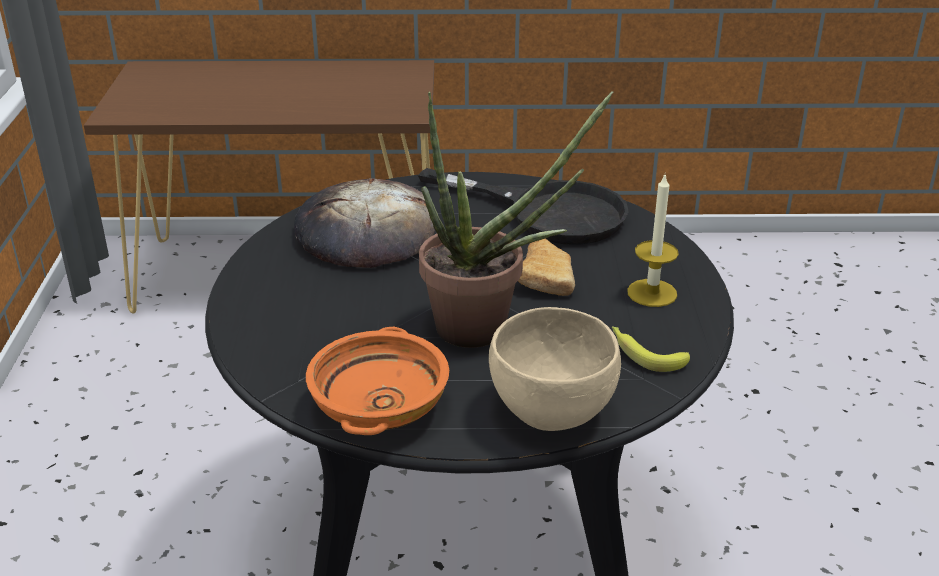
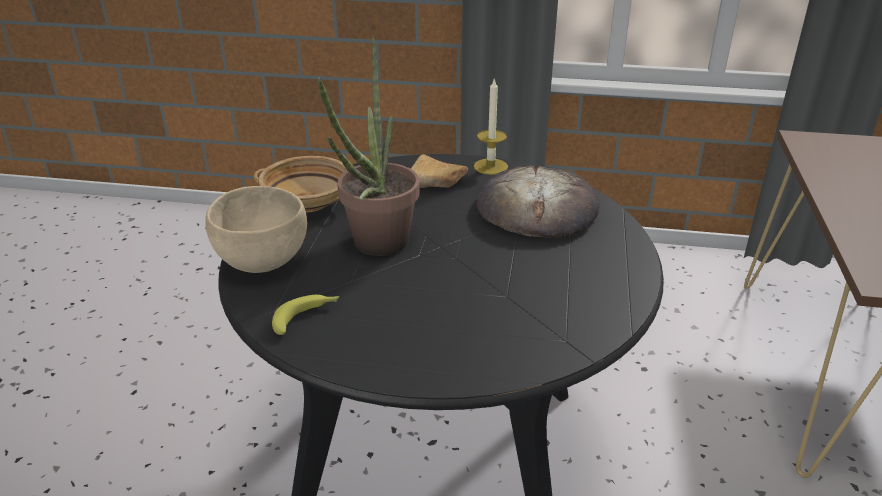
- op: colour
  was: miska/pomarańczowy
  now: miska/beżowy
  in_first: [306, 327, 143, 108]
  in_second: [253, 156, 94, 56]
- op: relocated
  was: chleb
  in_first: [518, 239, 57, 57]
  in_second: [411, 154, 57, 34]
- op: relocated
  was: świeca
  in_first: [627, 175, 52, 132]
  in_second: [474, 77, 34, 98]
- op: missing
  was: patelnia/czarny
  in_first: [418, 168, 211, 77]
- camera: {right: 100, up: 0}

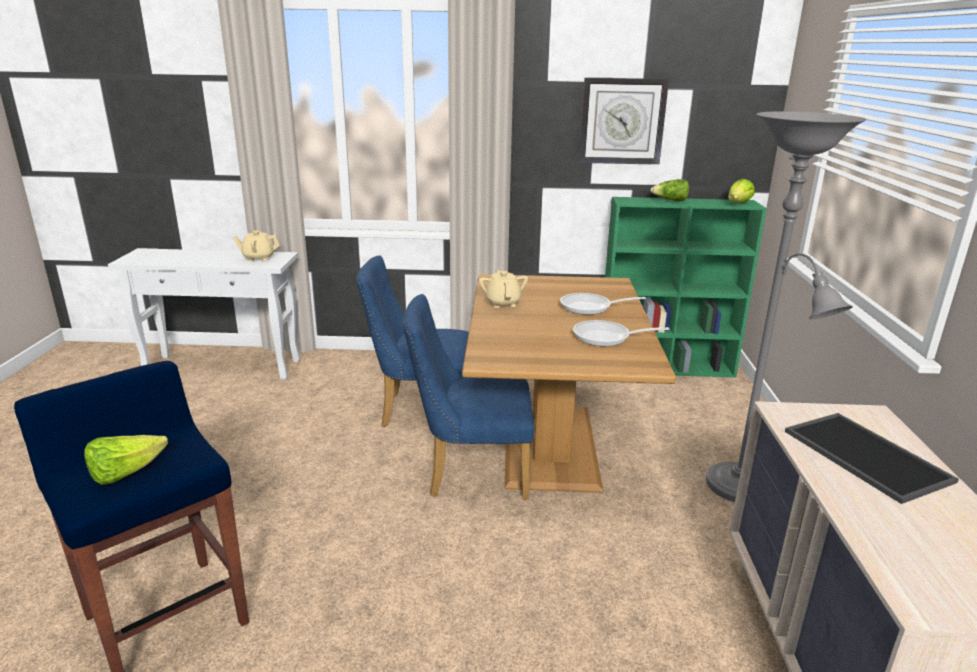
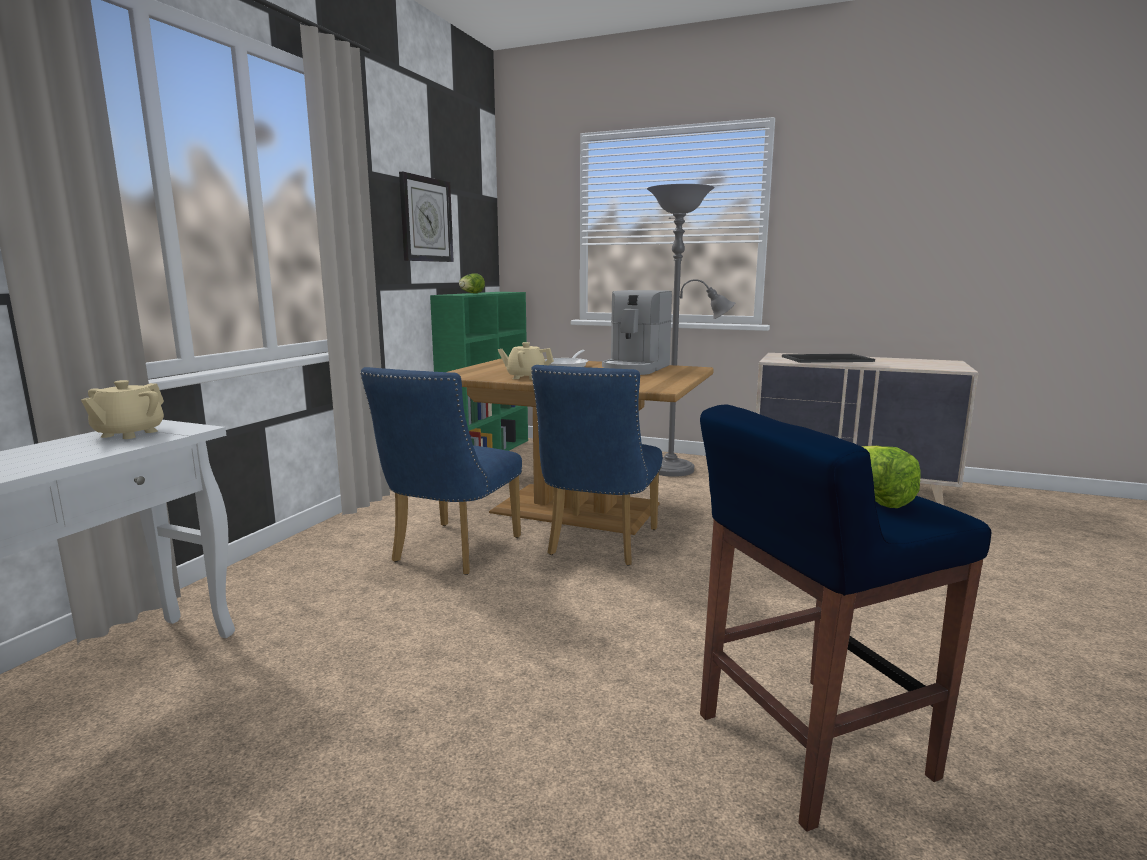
- op: exchanged
  was: patelnia
  now: ekspres do kawy
  in_first: [573, 320, 97, 26]
  in_second: [602, 290, 70, 85]
- op: missing
  was: sałata
  in_first: [728, 179, 27, 24]
- camera: {right: -70, up: -10}

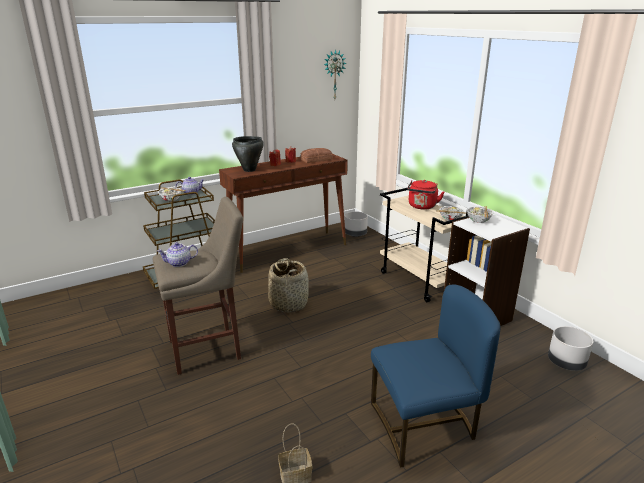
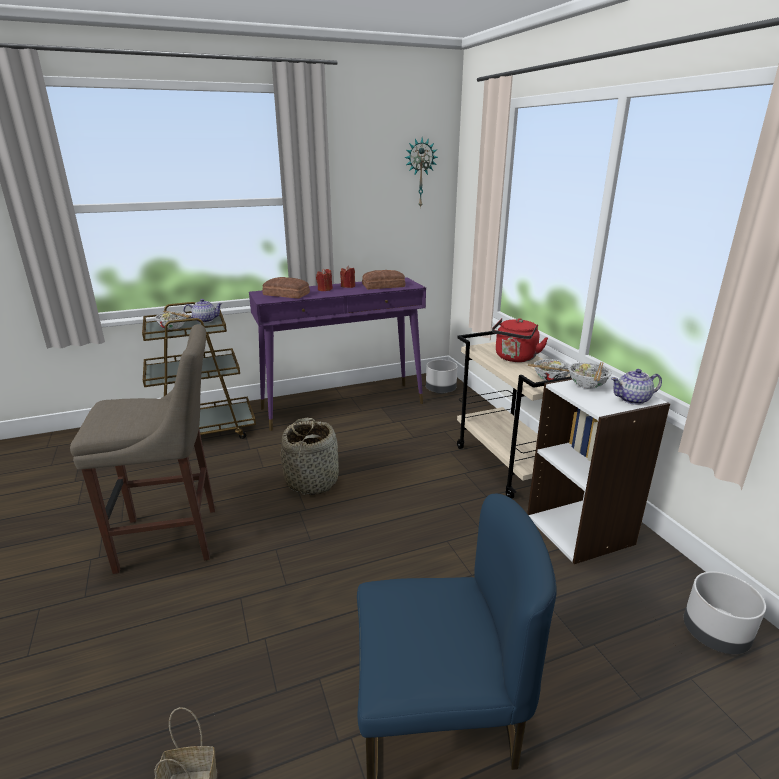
- op: colour
  was: stolik konsolowy/brązowy
  now: stolik konsolowy/fioletowy
  in_first: [219, 154, 129, 119]
  in_second: [249, 277, 177, 154]
- op: exchanged
  was: garnek/czarny
  now: chleb
  in_first: [232, 136, 32, 36]
  in_second: [262, 277, 48, 21]
- op: relocated
  was: imbryk
  in_first: [157, 242, 41, 25]
  in_second: [611, 369, 51, 36]
- camera: {right: 10, up: 0}

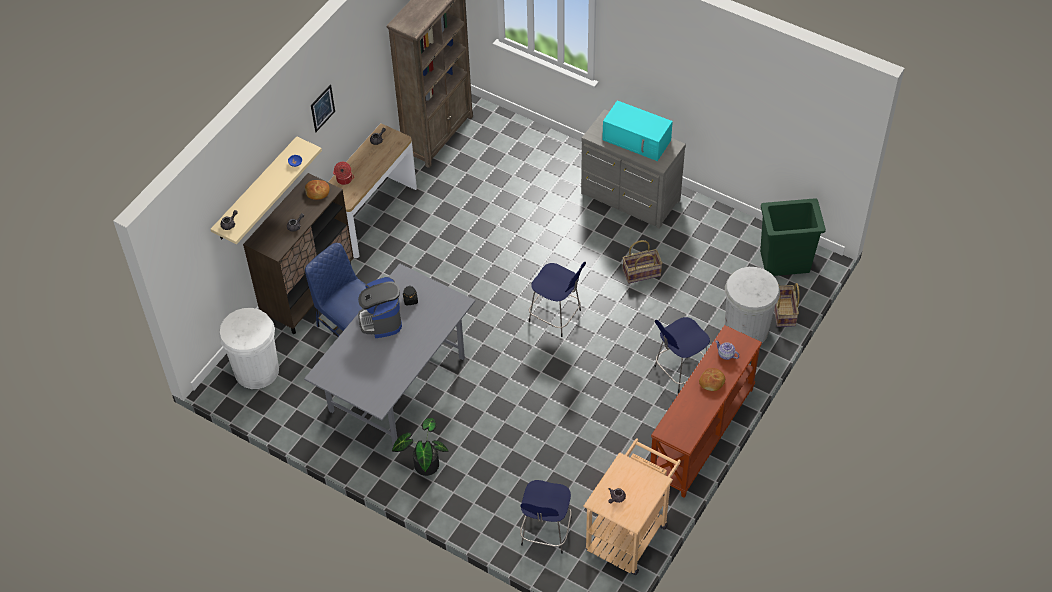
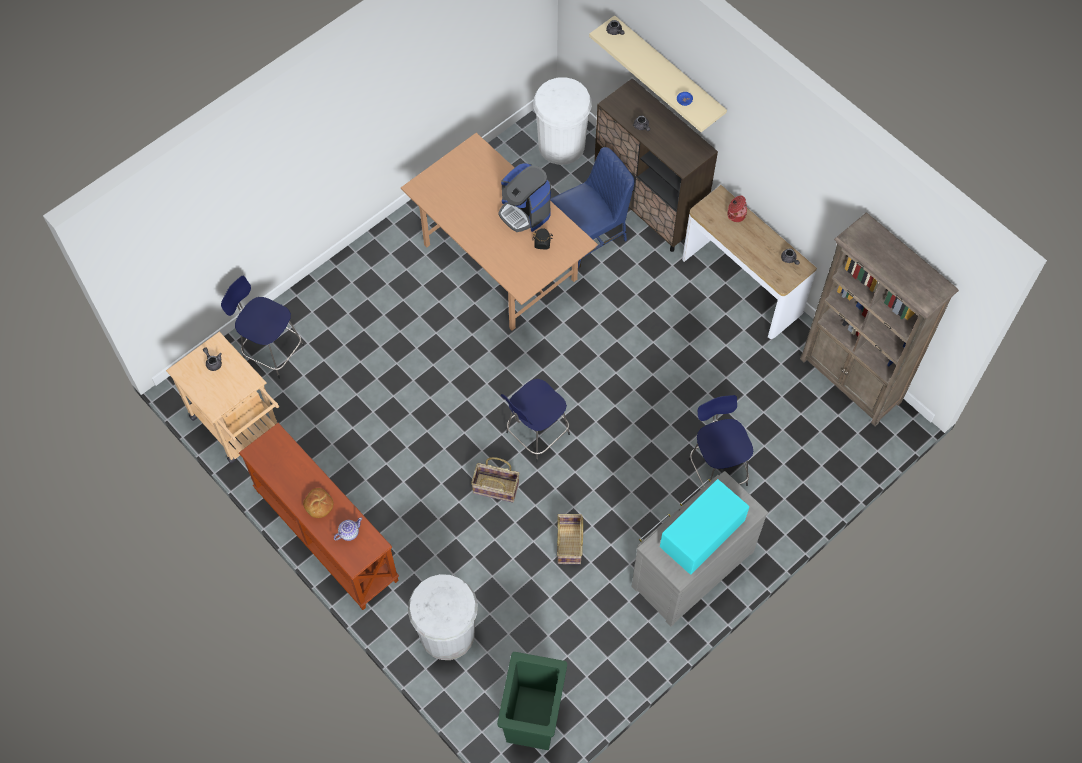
- op: colour
  was: stół jadalny/szary
  now: stół jadalny/brązowy
  in_first: [304, 263, 171, 183]
  in_second: [401, 133, 197, 198]
- op: relocated
  was: koszyk
  in_first: [774, 283, 26, 44]
  in_second: [471, 457, 49, 46]
- op: spun
  was: ekspres do kawy
  in_first: [358, 277, 44, 61]
  in_second: [498, 163, 53, 69]
  clockwise: -135
- op: relocated
  was: stołek/niebieski
  in_first: [654, 317, 56, 76]
  in_second: [688, 395, 65, 92]
- op: missing
  was: chleb
  in_first: [305, 180, 25, 20]
- op: missing
  was: obraz
  in_first: [311, 85, 24, 47]
- op: missing
  was: roślina doniczkowa
  in_first: [392, 418, 57, 58]
- camera: {right: 105, up: 10}

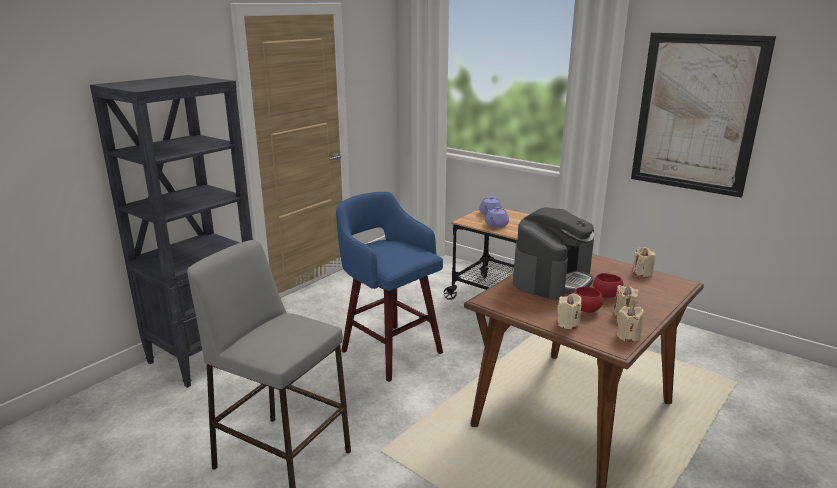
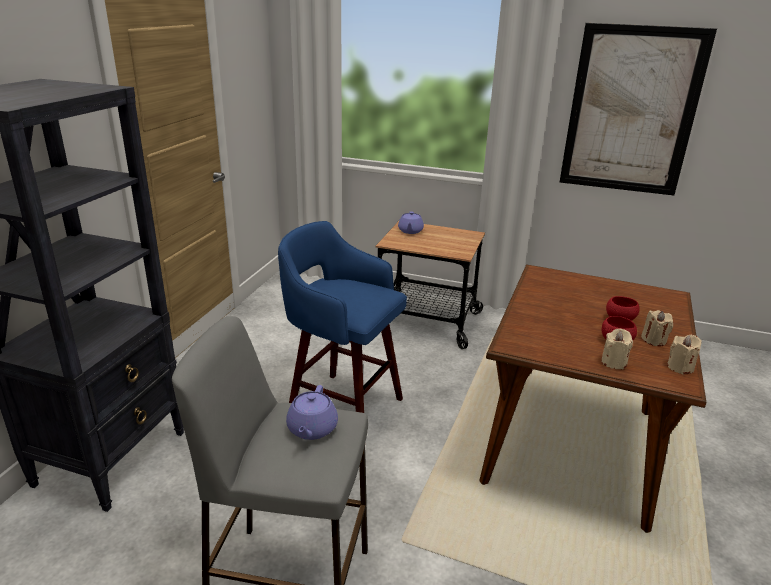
- op: relocated
  was: imbryk/fioletowy
  in_first: [485, 207, 24, 21]
  in_second: [286, 385, 52, 55]
- op: missing
  was: ekspres do kawy
  in_first: [513, 207, 81, 93]
- op: missing
  was: świeca/beżowy
  in_first: [633, 247, 22, 30]
- camera: {right: -20, up: 5}

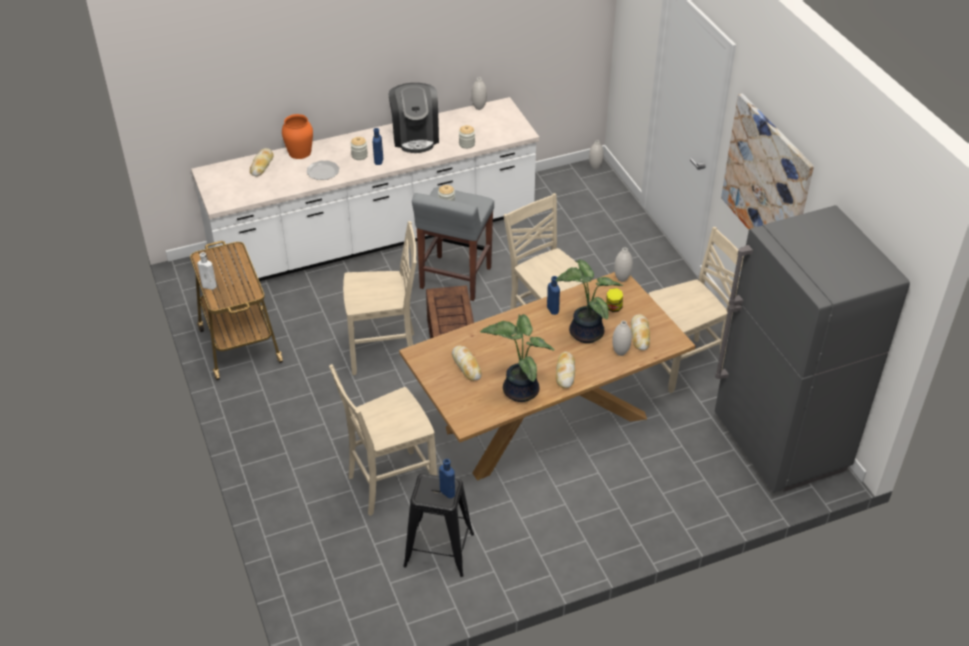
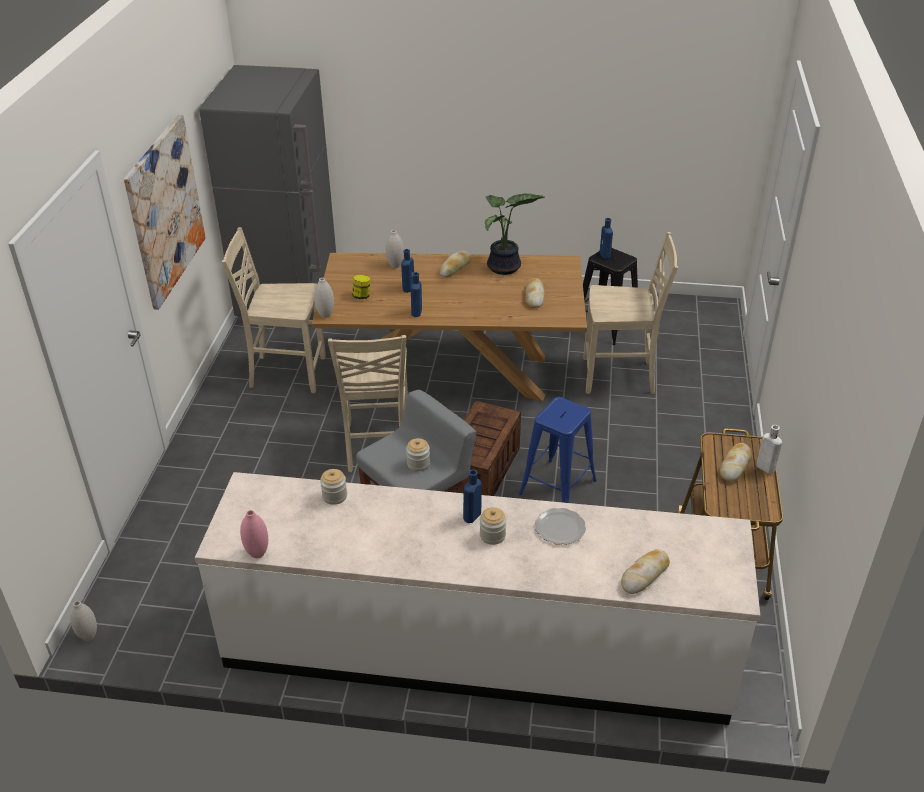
- op: colour
  was: wazon/biały
  now: wazon/różowy
  in_first: [471, 77, 16, 33]
  in_second: [240, 510, 28, 48]
- op: exchanged
  was: roślina doniczkowa
  now: butelka/niebieski
  in_first: [556, 260, 68, 83]
  in_second: [401, 249, 13, 44]
- op: exchanged
  was: krzesło/beżowy
  now: stołek/niebieski
  in_first: [343, 221, 74, 154]
  in_second: [519, 397, 78, 106]
- op: relocated
  was: chleb
  in_first: [631, 314, 19, 36]
  in_second: [720, 443, 32, 39]
- op: missing
  was: wazon/pomarańczowy
  in_first: [282, 114, 31, 45]
- op: missing
  was: ekspres do kawy
  in_first: [388, 83, 51, 70]
- camera: {right: -150, up: -5}

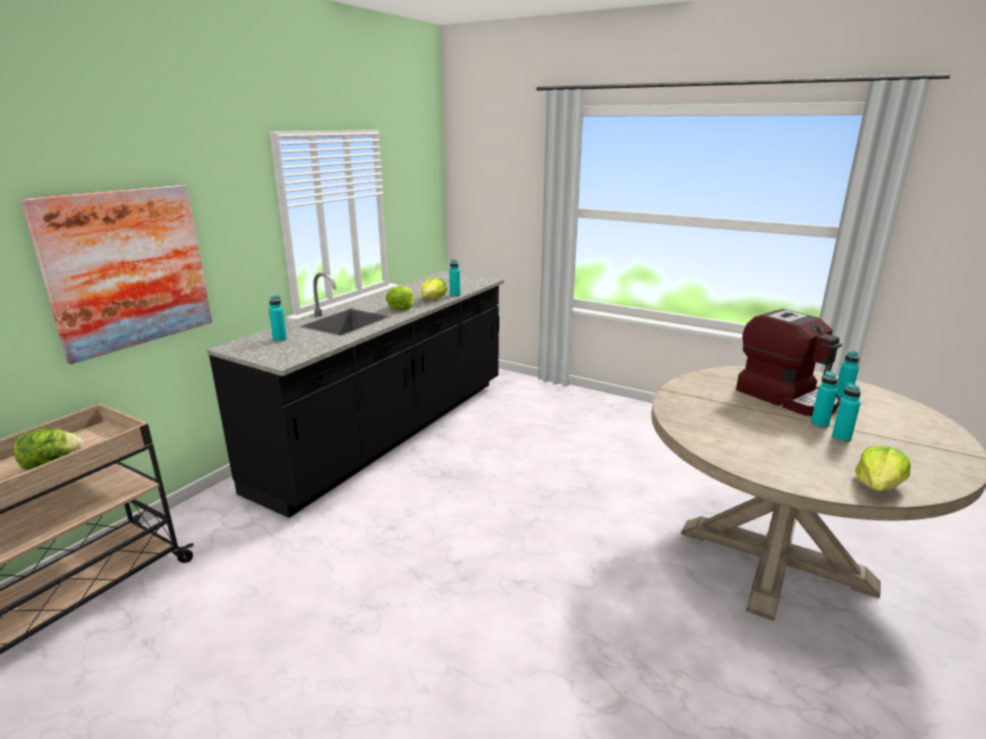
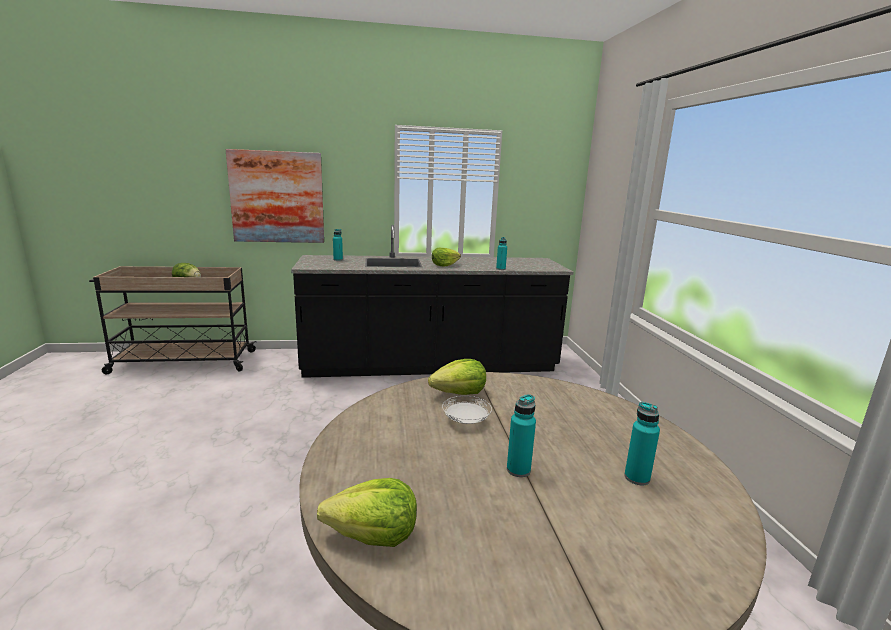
- op: relocated
  was: sałata
  in_first: [421, 277, 26, 22]
  in_second: [428, 359, 58, 36]
- op: appeared
  now: talerz/biały
  in_second: [442, 396, 50, 28]
- op: missing
  was: ekspres do kawy
  in_first: [736, 309, 106, 107]
- op: missing
  was: butelka/turkusowy
  in_first: [832, 383, 29, 59]
- camera: {right: 50, up: -5}

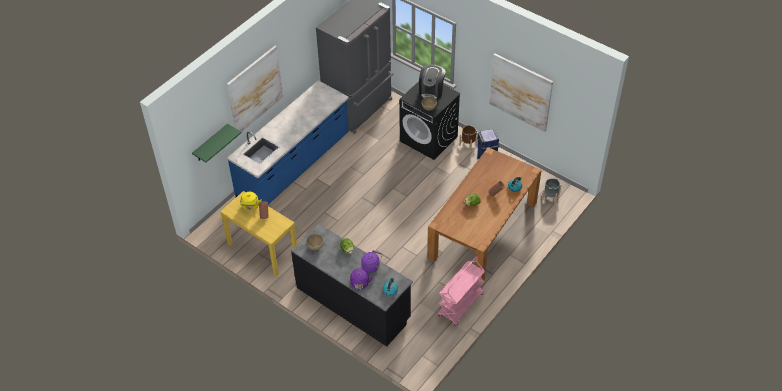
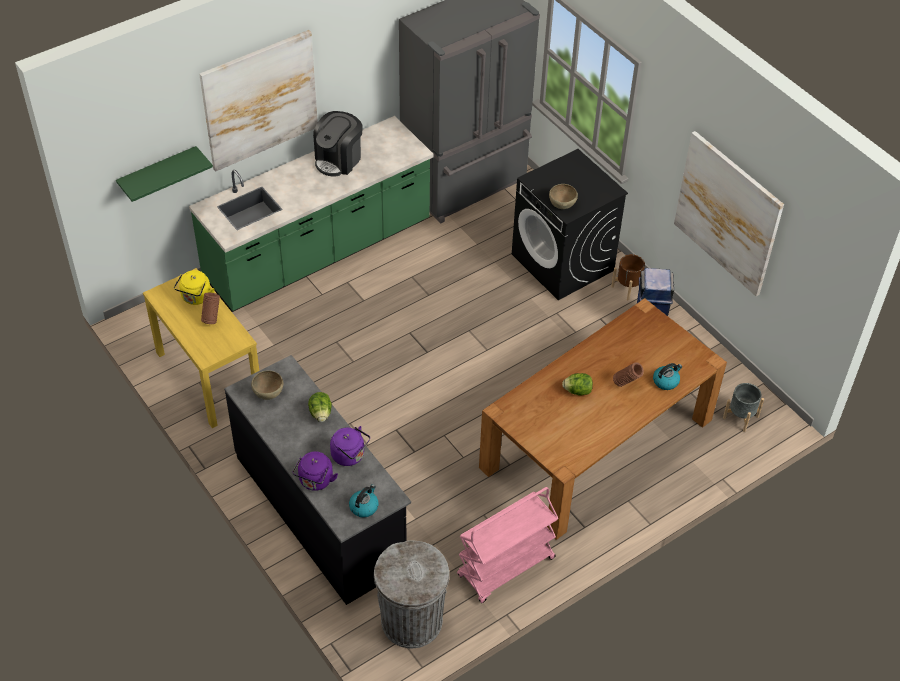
- op: colour
  was: zabudowa kuchenna/niebieski
  now: zabudowa kuchenna/zielony
  in_first: [227, 80, 122, 125]
  in_second: [189, 116, 244, 196]
- op: relocated
  was: ekspres do kawy
  in_first: [419, 65, 26, 35]
  in_second: [313, 111, 50, 66]
- op: appeared
  now: kosz na śmieci/szary
  in_second: [374, 540, 76, 108]
- camera: {right: 15, up: 0}

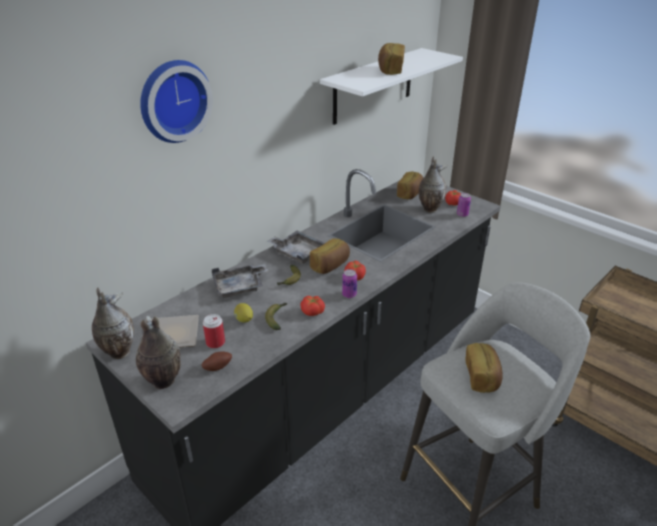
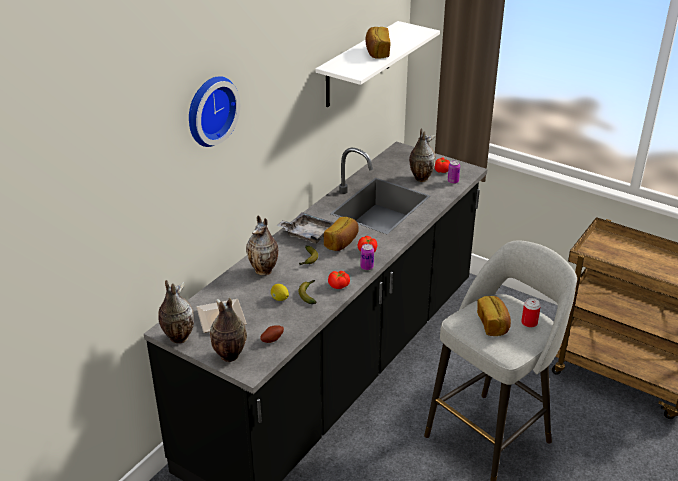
- op: exchanged
  was: taca/szary
  now: wazon
  in_first: [212, 264, 56, 34]
  in_second: [246, 215, 32, 60]
- op: relocated
  was: puszka
  in_first: [203, 314, 22, 35]
  in_second: [521, 298, 20, 30]
- op: missing
  was: chleb
  in_first: [397, 172, 26, 27]
- camera: {right: -10, up: 0}

